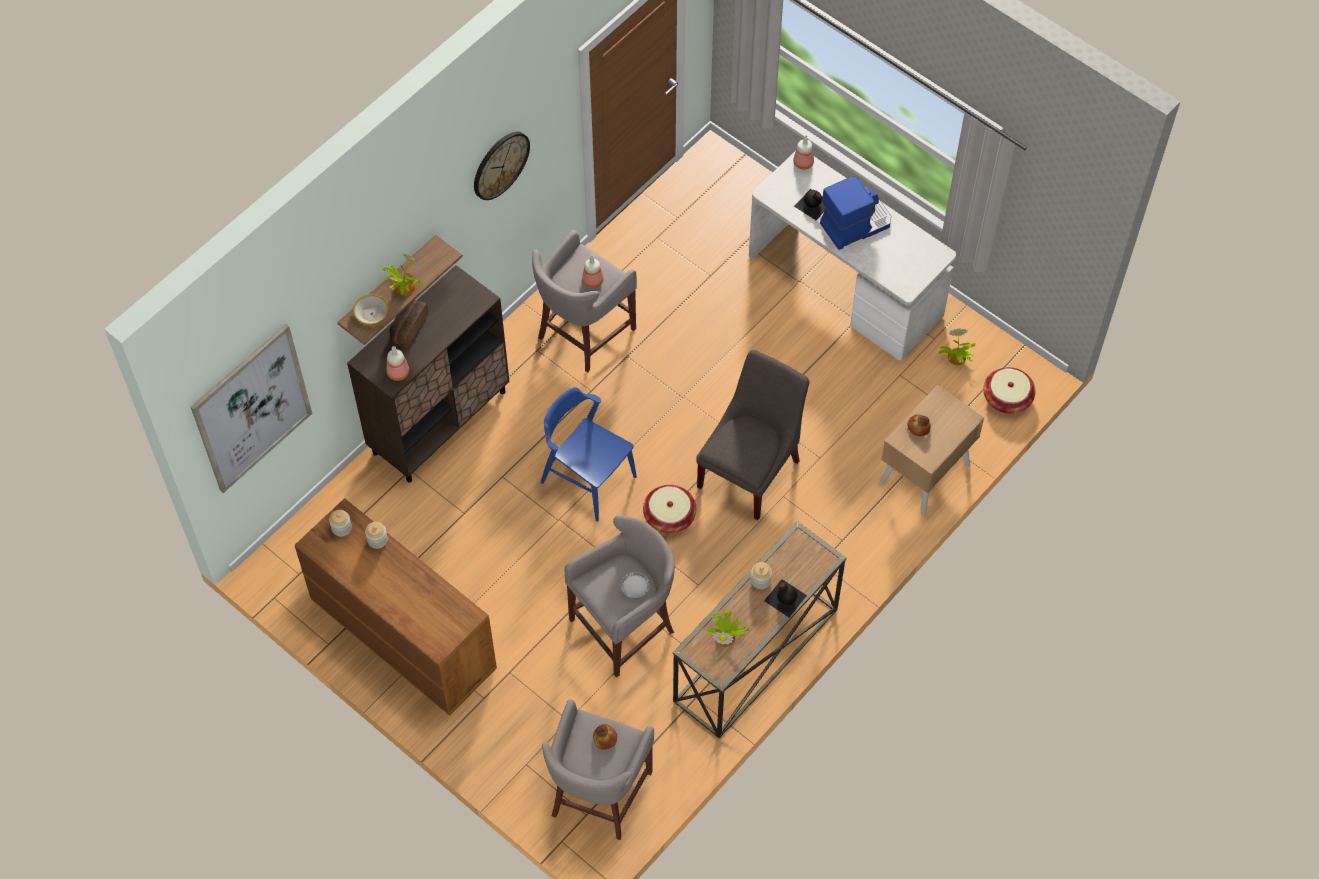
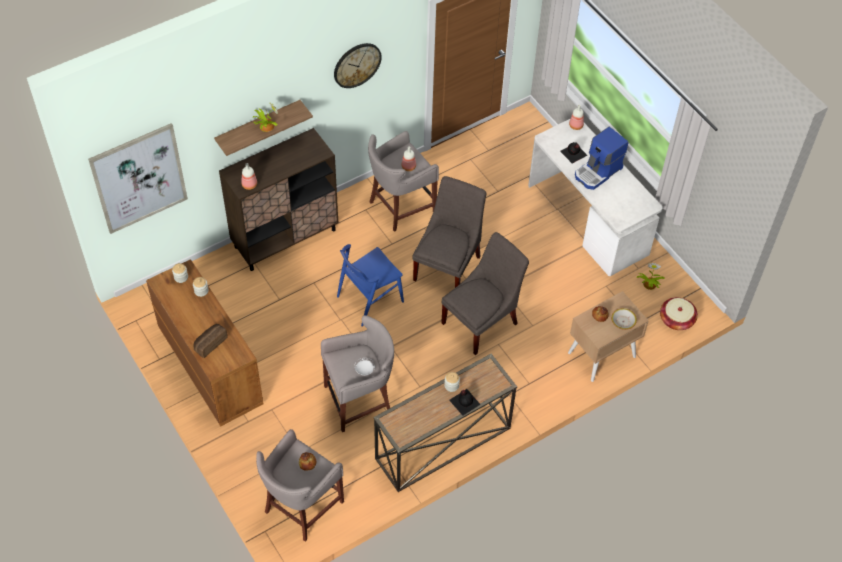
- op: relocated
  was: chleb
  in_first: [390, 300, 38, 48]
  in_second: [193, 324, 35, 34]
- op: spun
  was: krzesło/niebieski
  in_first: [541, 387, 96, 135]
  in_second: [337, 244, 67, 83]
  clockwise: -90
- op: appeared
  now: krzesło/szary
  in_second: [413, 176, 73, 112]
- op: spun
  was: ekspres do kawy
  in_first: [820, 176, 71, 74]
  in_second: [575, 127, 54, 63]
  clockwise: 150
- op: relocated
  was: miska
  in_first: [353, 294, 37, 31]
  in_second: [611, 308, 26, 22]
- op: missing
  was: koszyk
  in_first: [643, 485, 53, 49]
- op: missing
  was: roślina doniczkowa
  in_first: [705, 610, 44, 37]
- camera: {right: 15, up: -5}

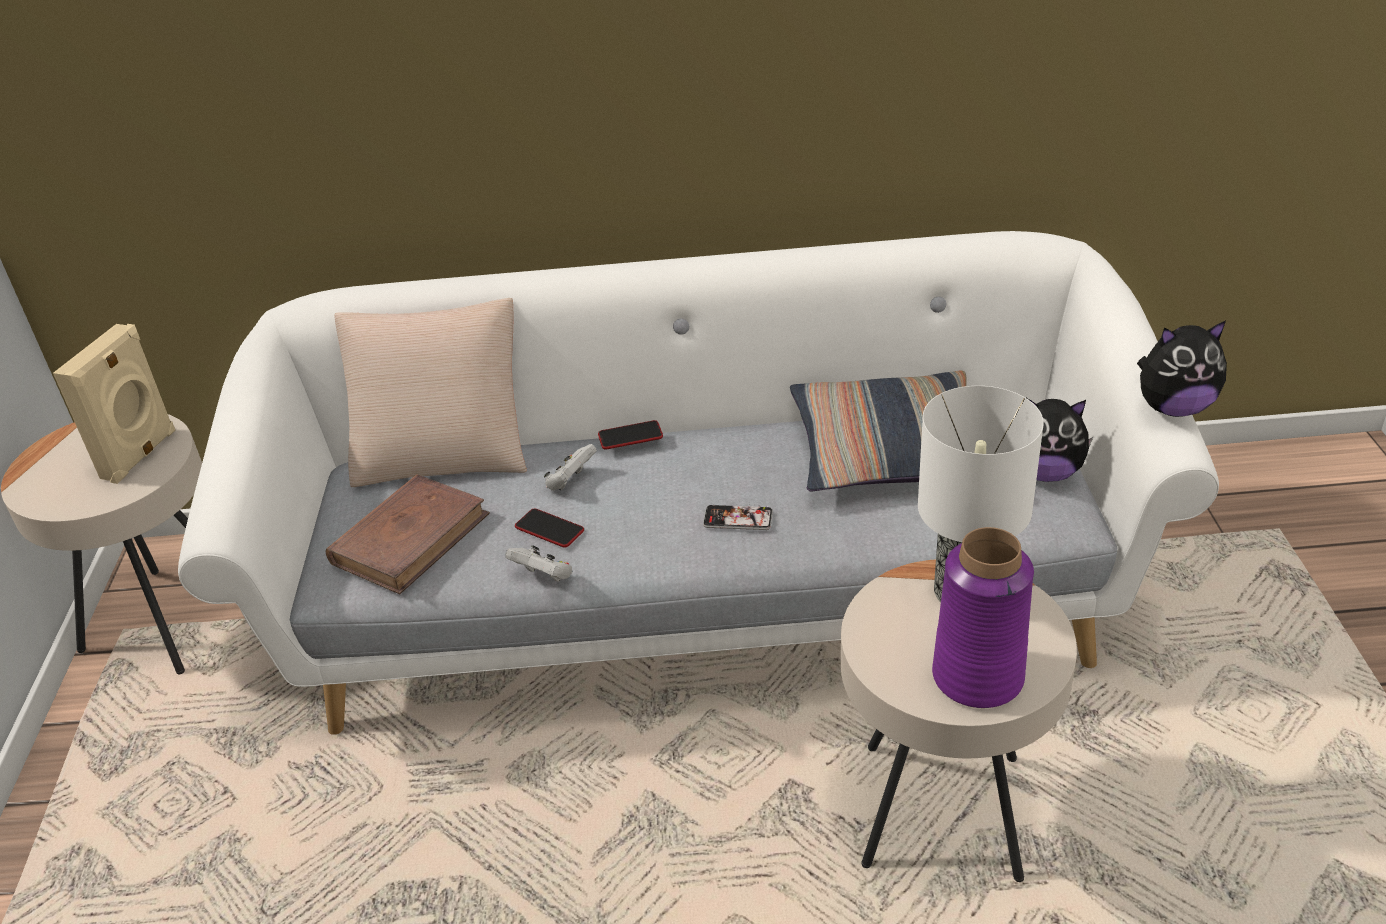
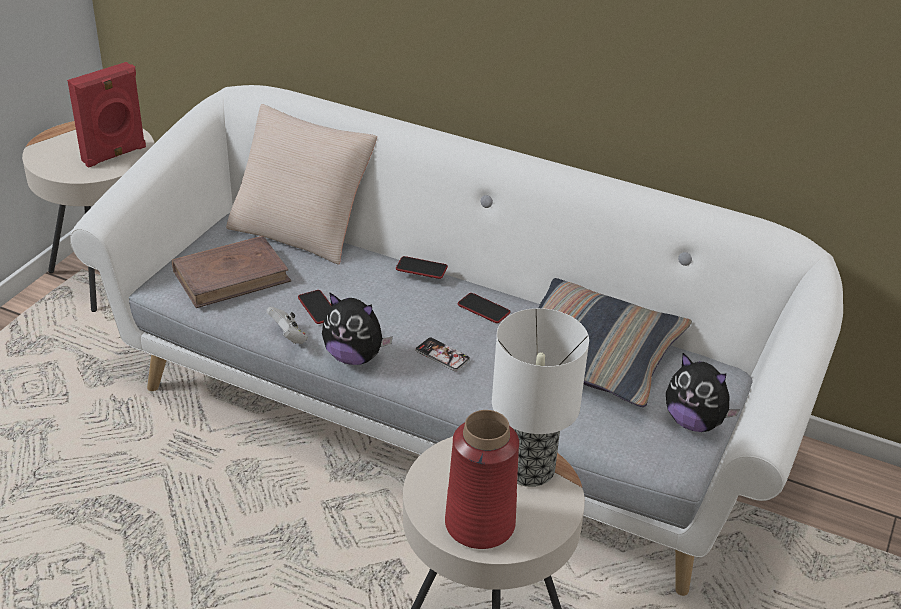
- op: colour
  was: głośnik/beżowy
  now: głośnik/czerwony
  in_first: [53, 324, 122, 160]
  in_second: [67, 62, 79, 106]
- op: relocated
  was: pluszak
  in_first: [1137, 320, 90, 97]
  in_second: [322, 292, 71, 73]
- op: colour
  was: wazon/fioletowy
  now: wazon/czerwony
  in_first: [932, 527, 102, 181]
  in_second: [445, 410, 74, 139]
- op: appeared
  now: telefon
  in_second: [457, 293, 53, 30]
- op: missing
  was: pad do gier/biały
  in_first: [544, 444, 53, 47]
- camera: {right: 25, up: 0}

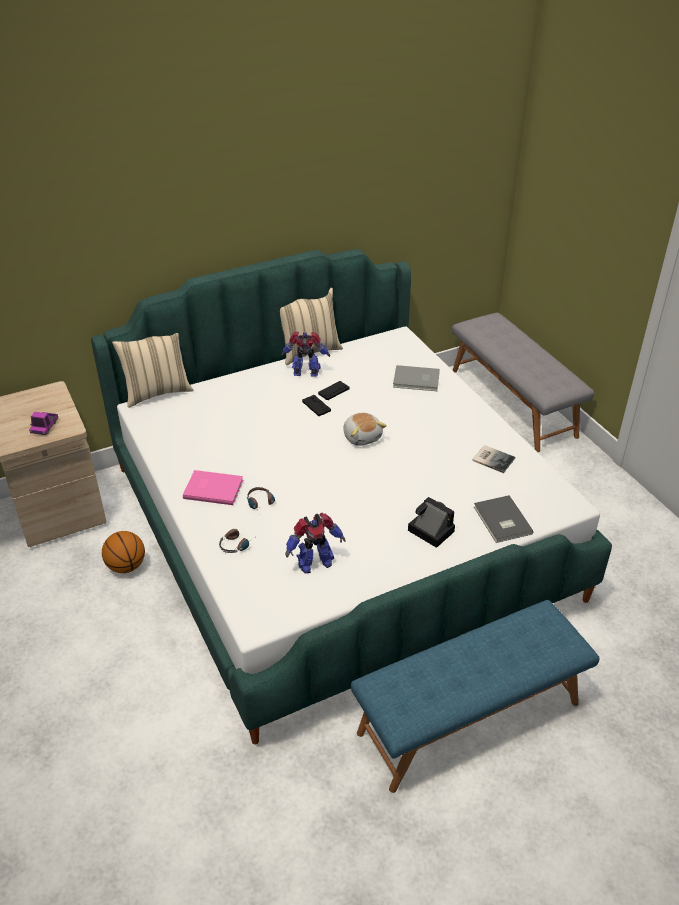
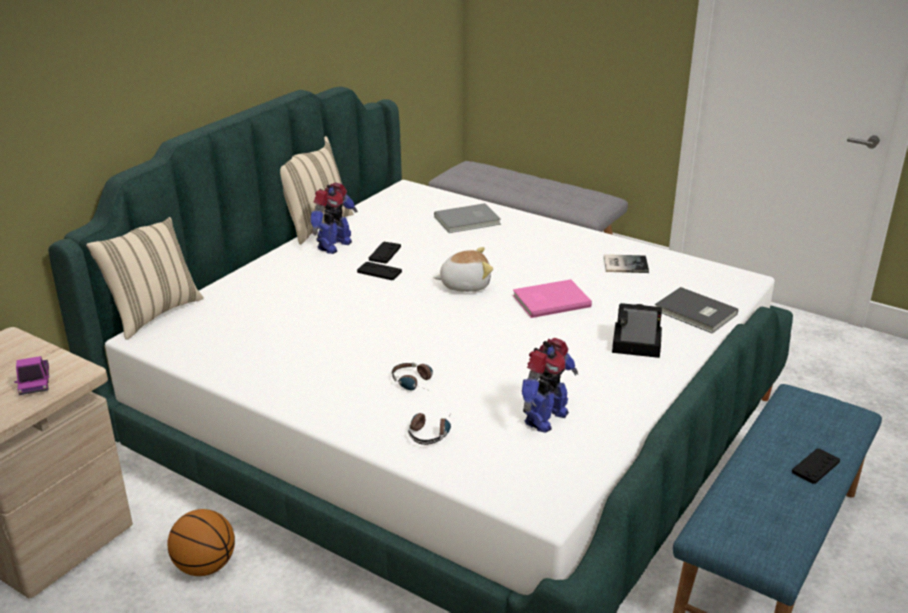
- op: spun
  was: robot zabawkowy
  in_first: [282, 331, 48, 46]
  in_second: [311, 183, 47, 71]
  clockwise: 150
- op: spun
  was: pluszak
  in_first: [343, 413, 44, 33]
  in_second: [433, 247, 60, 45]
  clockwise: -45
- op: relocated
  was: książka/różowy
  in_first: [183, 470, 60, 35]
  in_second: [513, 279, 79, 39]
- op: appeared
  now: pad do gier/czarny
  in_second: [792, 448, 48, 36]
- camera: {right: -30, up: -10}

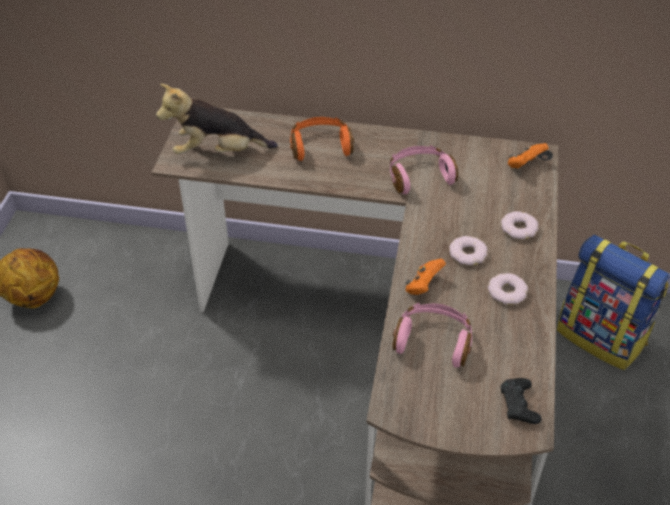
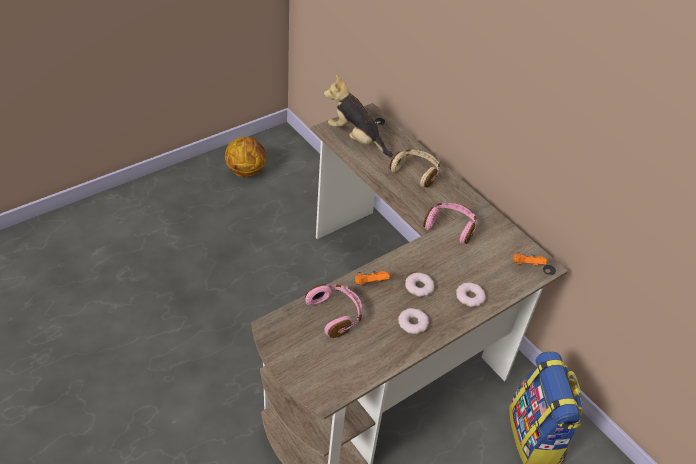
- op: colour
  was: słuchawki/pomarańczowy
  now: słuchawki/beżowy
  in_first: [290, 117, 64, 44]
  in_second: [389, 149, 51, 39]
- op: missing
  was: pad do gier/czarny
  in_first: [501, 378, 41, 46]
- camera: {right: 40, up: 0}

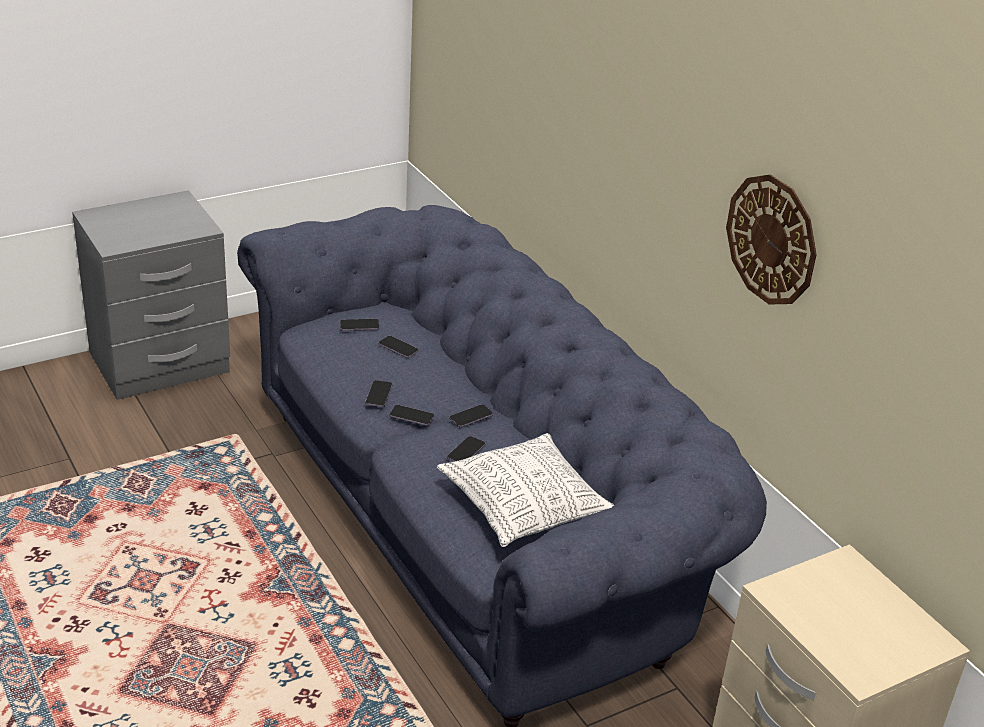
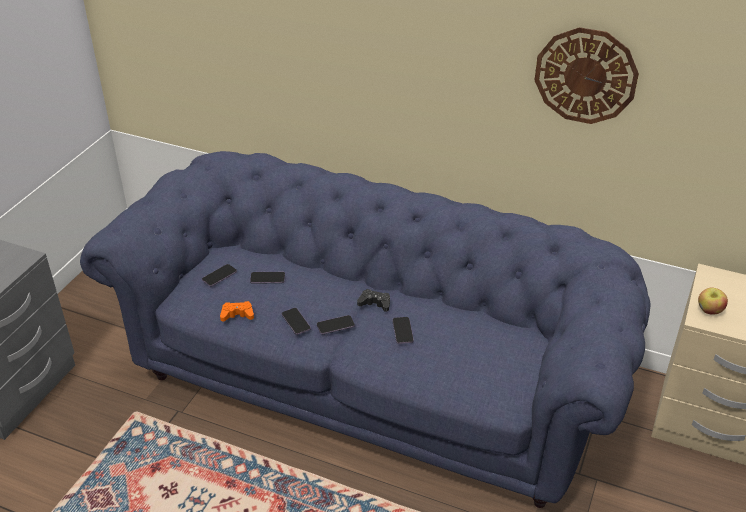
- op: appeared
  now: pad do gier/pomarańczowy
  in_second: [220, 301, 34, 20]
- op: exchanged
  was: telefon
  now: pad do gier/czarny
  in_first: [449, 404, 44, 23]
  in_second: [357, 289, 33, 23]
- op: appeared
  now: jabłko
  in_second: [698, 287, 30, 28]
- op: missing
  was: poduszka
  in_first: [437, 433, 177, 114]
- camera: {right: -35, up: 5}

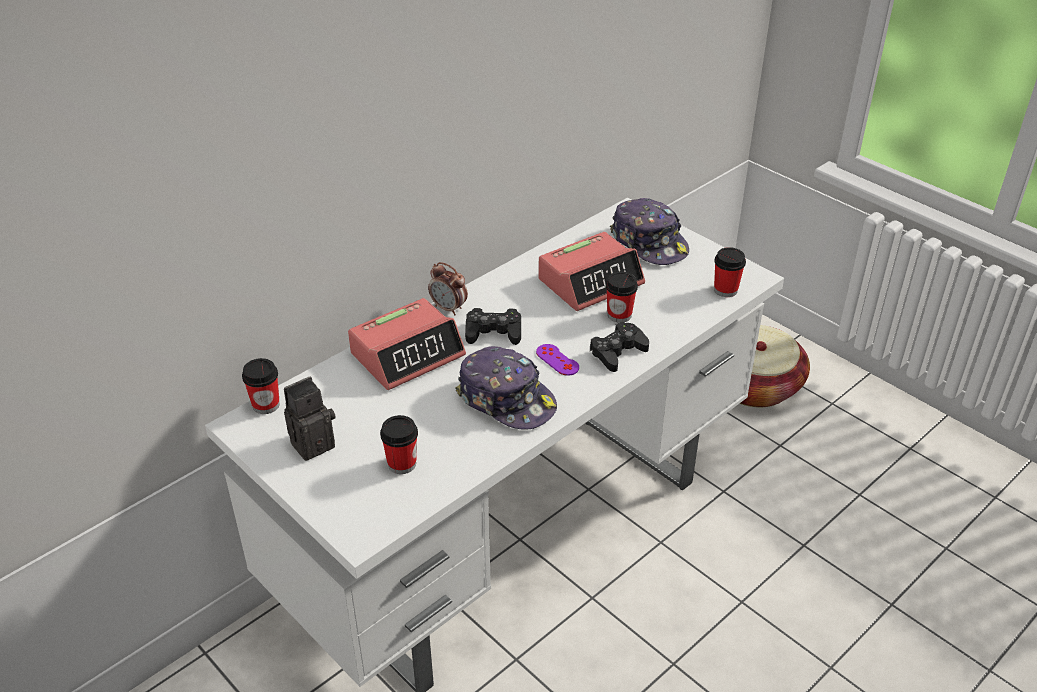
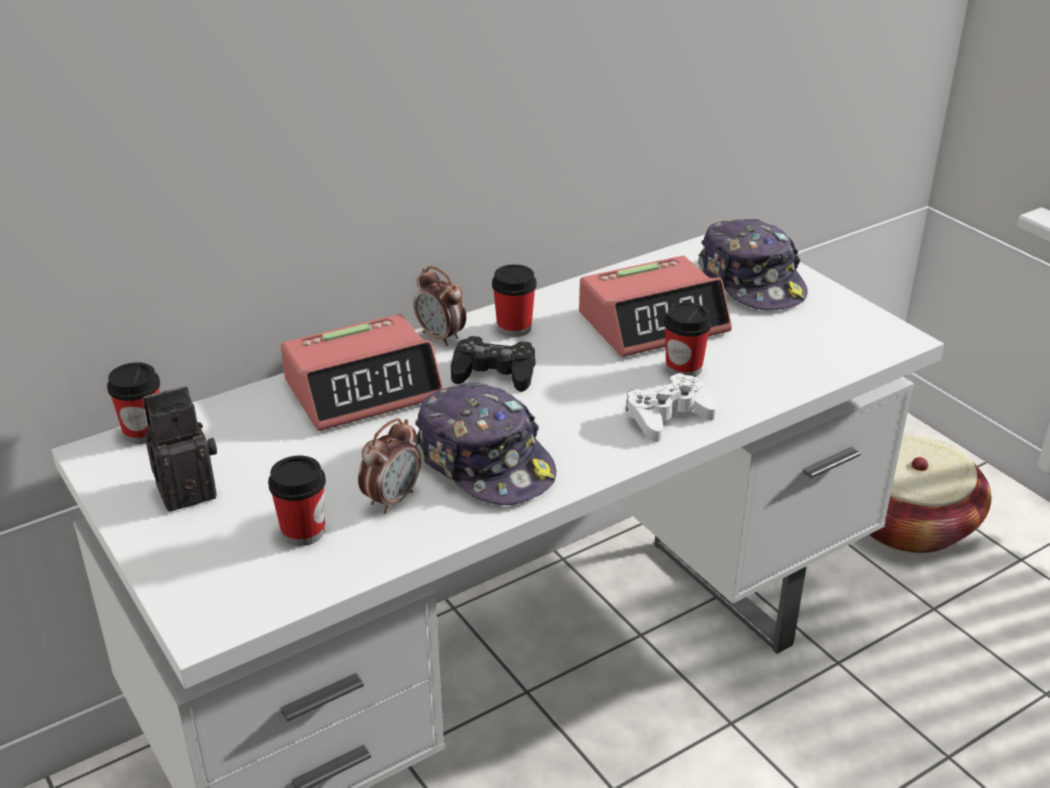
- op: appeared
  now: budzik
  in_second: [358, 418, 63, 96]
- op: relocated
  was: filiżanka
  in_first: [714, 247, 32, 50]
  in_second: [492, 264, 45, 73]
- op: colour
  was: pad do gier/czarny
  now: pad do gier/biały
  in_first: [590, 322, 59, 50]
  in_second: [626, 373, 91, 69]
- op: missing
  was: pad do gier/fioletowy
  in_first: [536, 344, 43, 32]
- camera: {right: 10, up: -5}

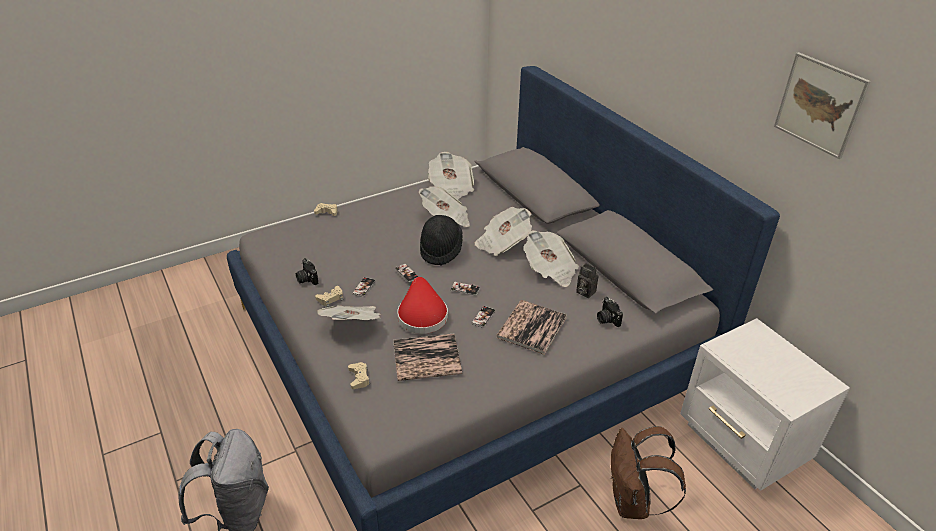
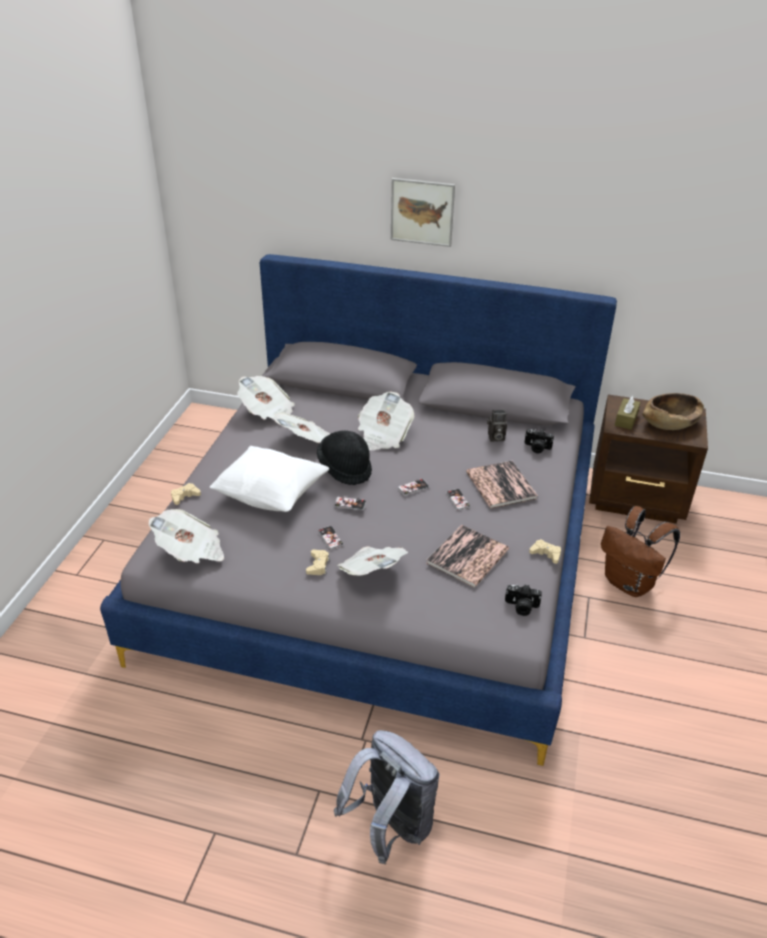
- op: relocated
  was: gazeta
  in_first: [523, 230, 56, 57]
  in_second: [148, 509, 76, 54]
- op: appeared
  now: poduszka/biały
  in_second: [210, 446, 120, 66]
- op: relocated
  was: obraz
  in_first: [774, 52, 97, 107]
  in_second: [391, 178, 64, 69]
- op: relocated
  was: aparat fotograficzny
  in_first: [296, 258, 23, 27]
  in_second: [505, 585, 37, 31]
- op: relocated
  was: pad do gier/beżowy
  in_first: [348, 362, 22, 27]
  in_second: [529, 539, 32, 25]
- op: colour
  was: szafka nocna/biały
  now: szafka nocna/brązowy
  in_first: [680, 318, 170, 173]
  in_second: [589, 394, 119, 130]
- op: appeared
  now: pudełko chusteczek/brązowy
  in_second: [615, 396, 26, 34]
- op: appeared
  now: miska/brązowy
  in_second: [643, 393, 61, 37]
- op: missing
  was: kapelusz/czerwony
  in_first: [397, 277, 51, 57]
- camera: {right: -45, up: 0}

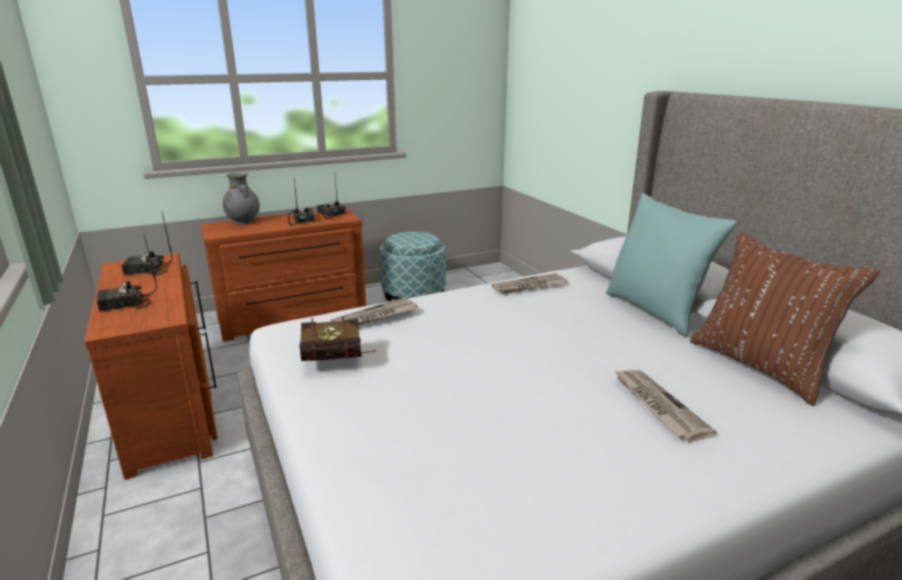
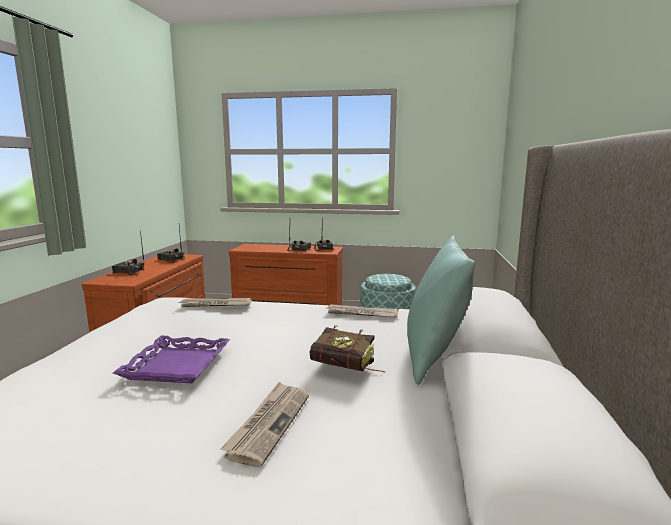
- op: appeared
  now: taca/fioletowy
  in_second: [113, 336, 117, 47]
- op: relocated
  was: książka
  in_first: [299, 316, 77, 45]
  in_second: [309, 325, 76, 48]
- op: missing
  was: wazon/szary
  in_first: [223, 172, 37, 52]
- op: missing
  was: poduszka/brązowy
  in_first: [690, 231, 190, 175]
- camera: {right: 35, up: -10}

